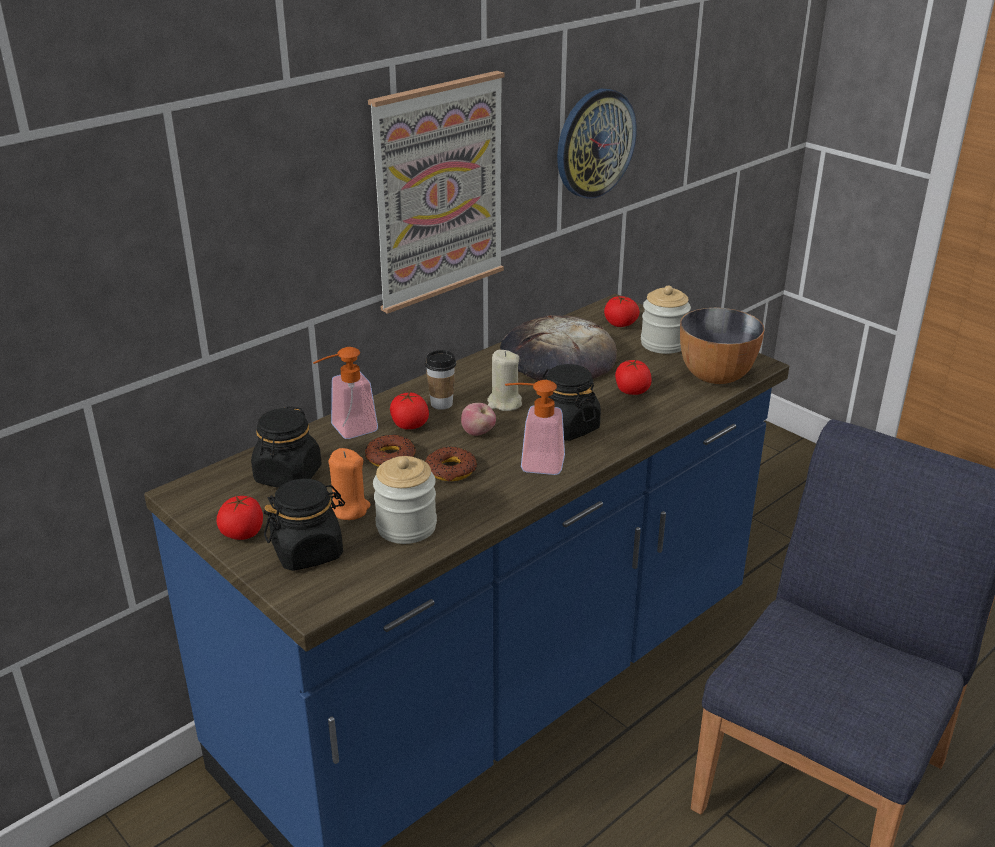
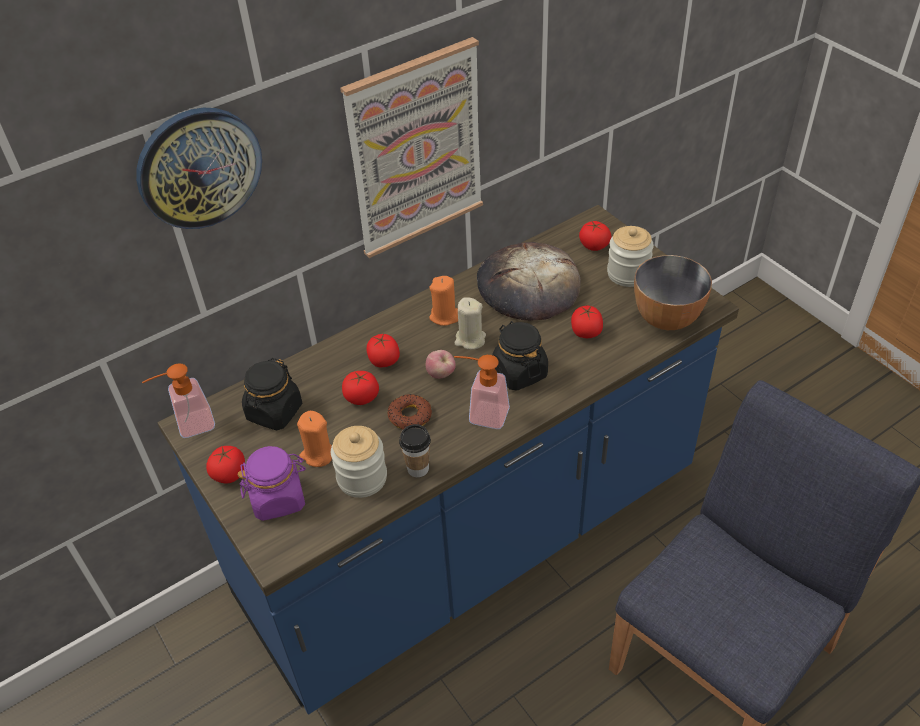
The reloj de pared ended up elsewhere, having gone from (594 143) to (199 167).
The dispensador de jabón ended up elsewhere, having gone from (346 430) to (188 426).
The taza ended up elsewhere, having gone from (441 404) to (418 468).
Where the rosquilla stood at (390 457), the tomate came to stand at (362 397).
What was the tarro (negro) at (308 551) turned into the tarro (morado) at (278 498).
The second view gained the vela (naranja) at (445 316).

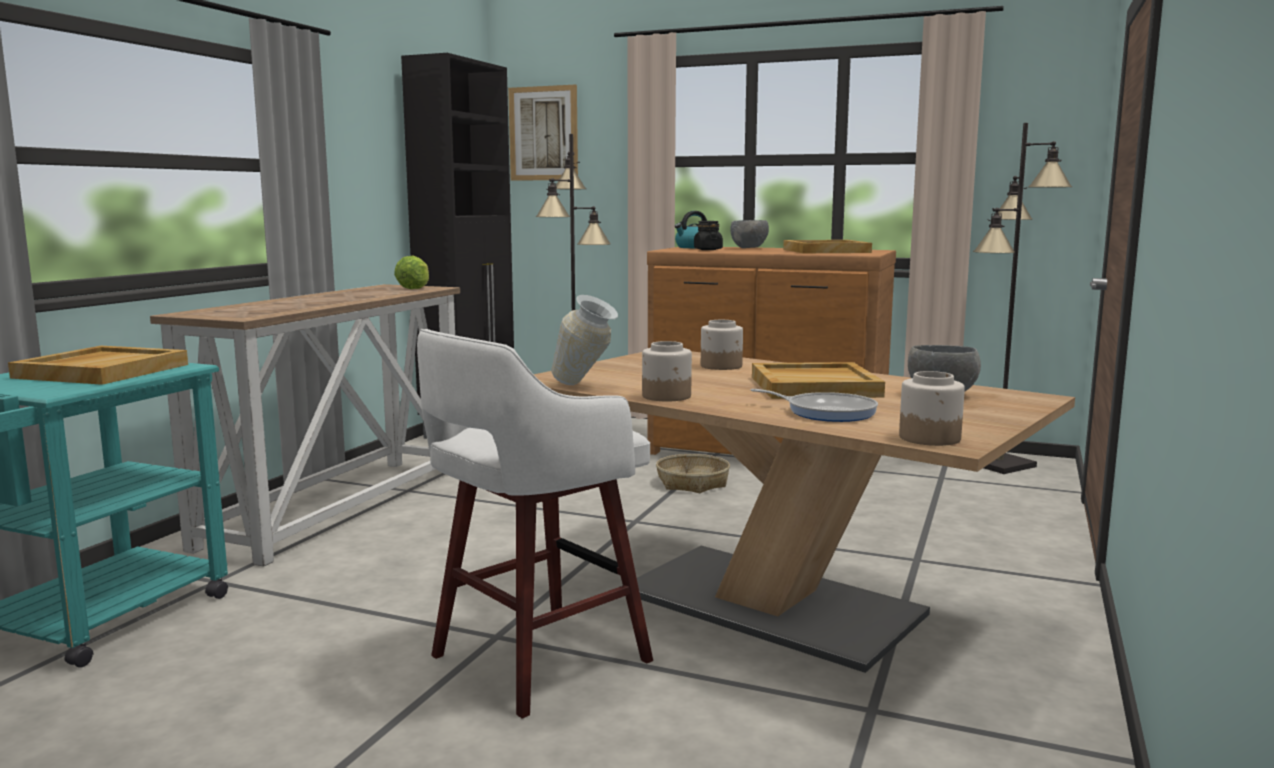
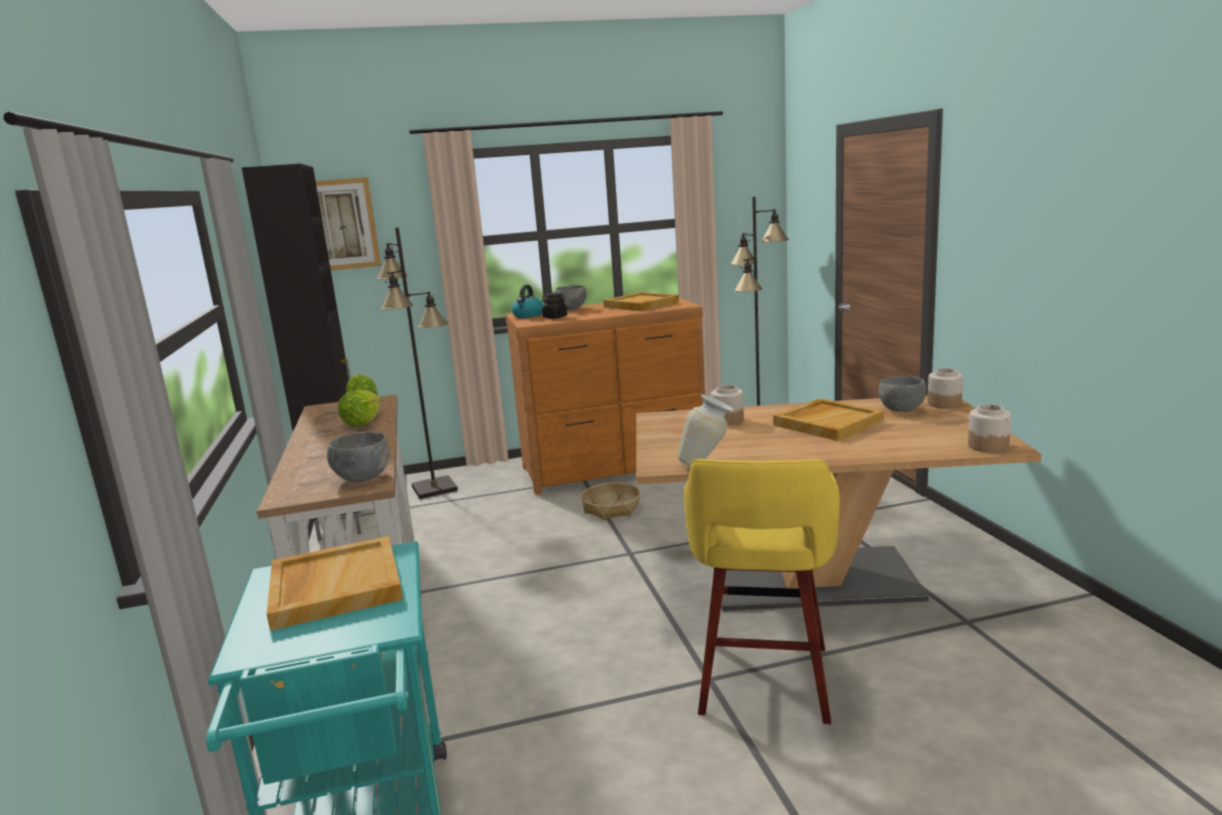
What was the taburete (blanco) at (534 660) turned into the taburete (amarillo) at (764 683).
The tarro ended up elsewhere, having gone from (667 396) to (944 404).
The second view lost the sartén at (826 412).
The second view gained the lechuga at (363 422).
The second view gained the cuenco (gris) at (362 478).

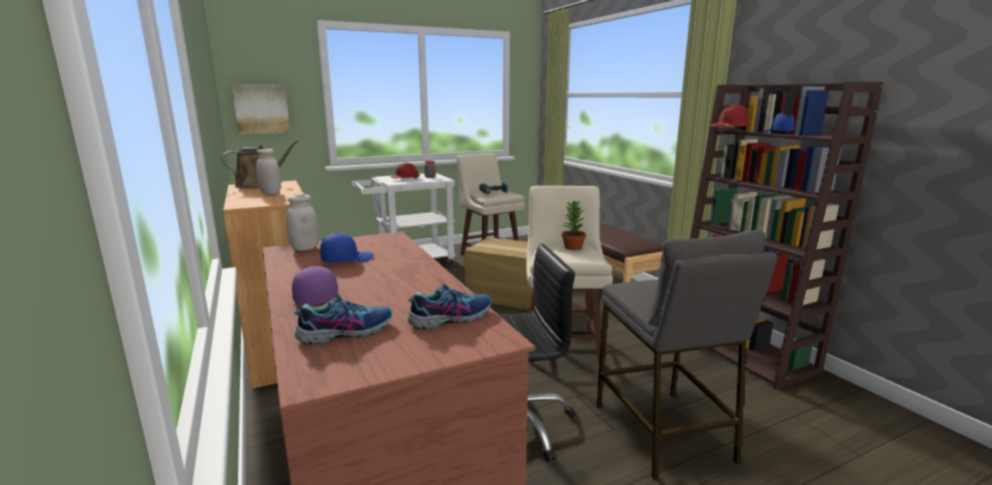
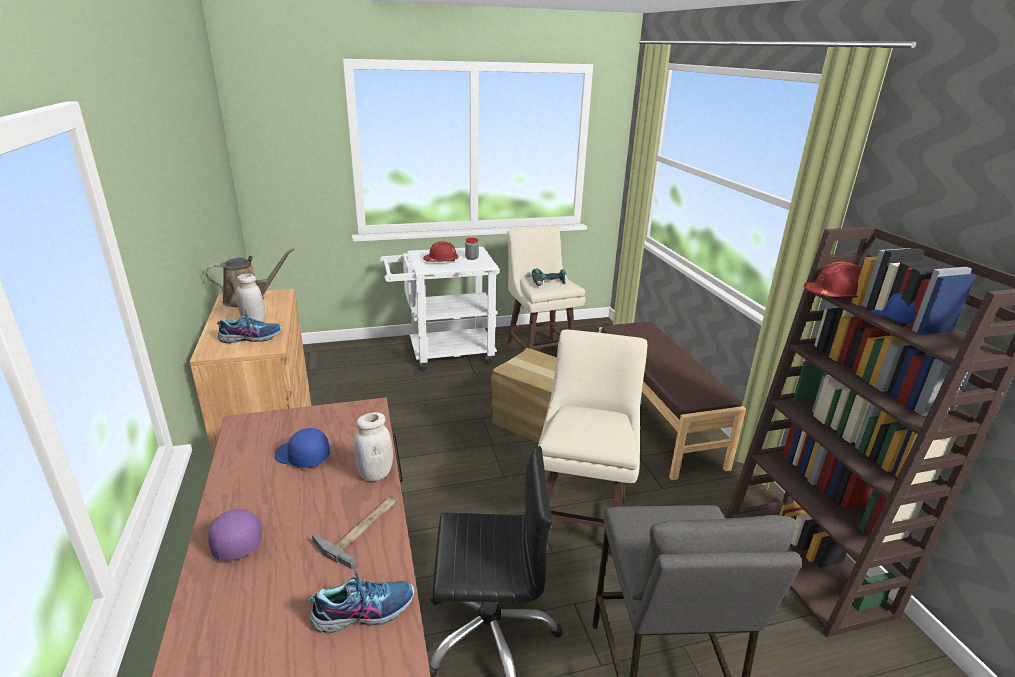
The second view lost the cuadro at (261 109).
The tarro (blanco) ended up elsewhere, having gone from (305 248) to (375 474).
The second view lost the planta en maceta at (572 247).
The gorra (azul) at (347 259) ended up facing another way, 135 degrees counterclockwise from before.
The zapato ended up elsewhere, having gone from (346 331) to (251 337).
The second view gained the martillo at (362 528).

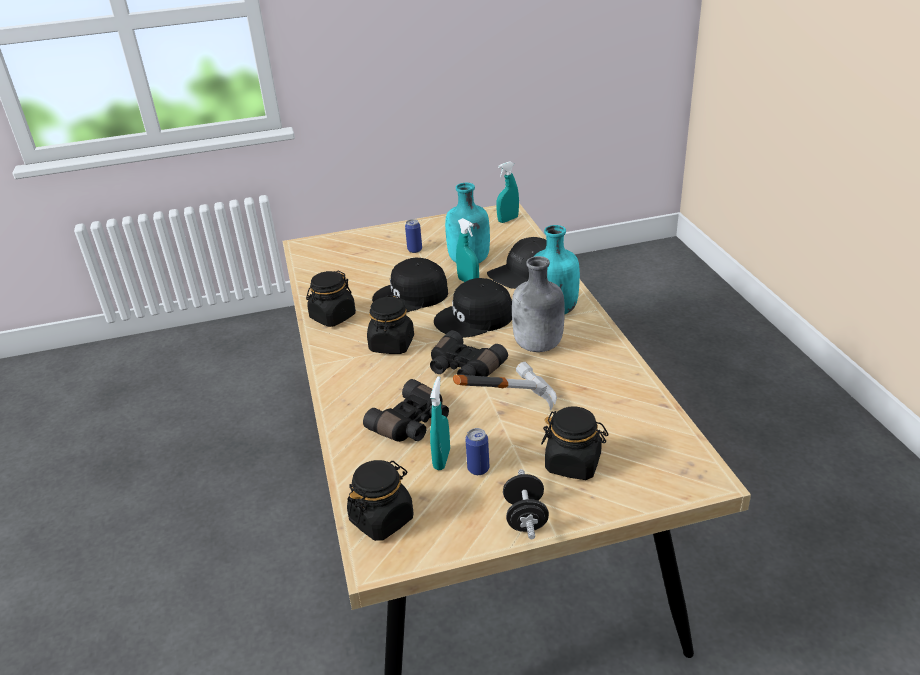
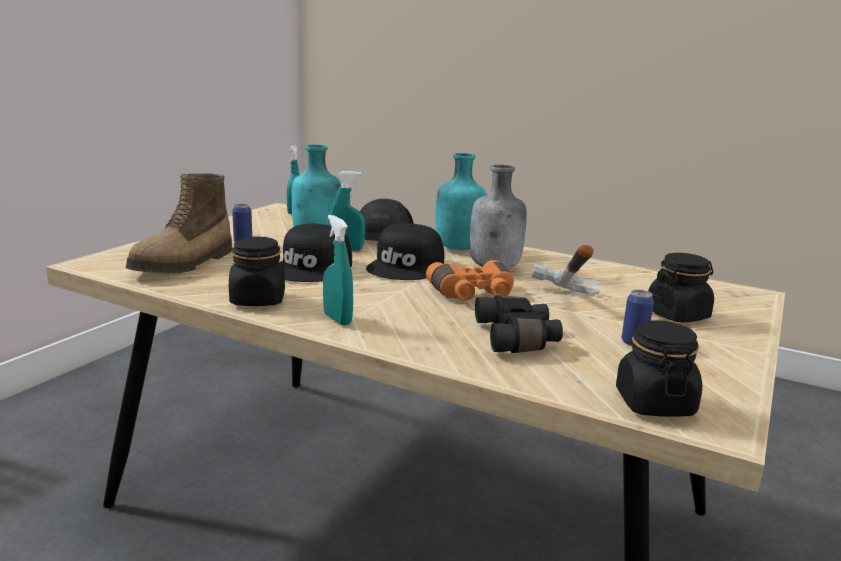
The second view lost the tarro (negro) at (392 345).
What was the prismáticos (negro) at (464 368) turned into the prismáticos (naranja) at (473 294).
The pulverizador (turquesa) ended up elsewhere, having gone from (442 459) to (337 319).
The second view lost the mancuerna (negro) at (525 517).
The second view gained the bota at (185 264).

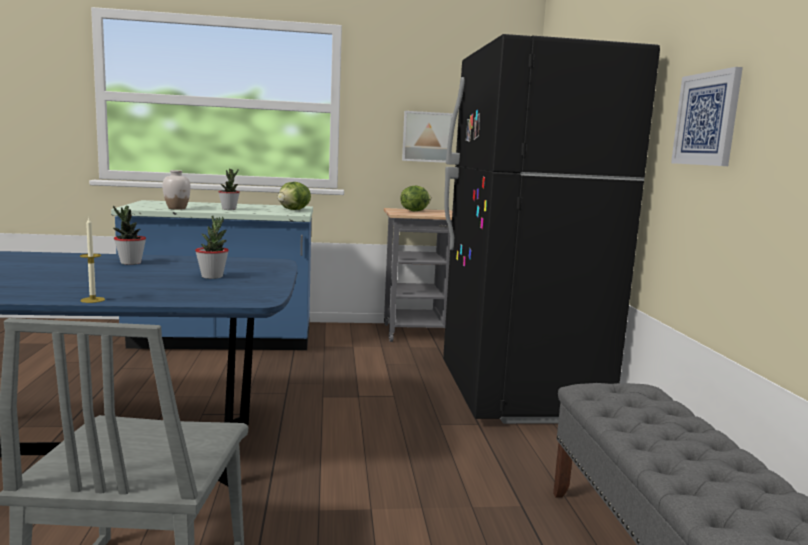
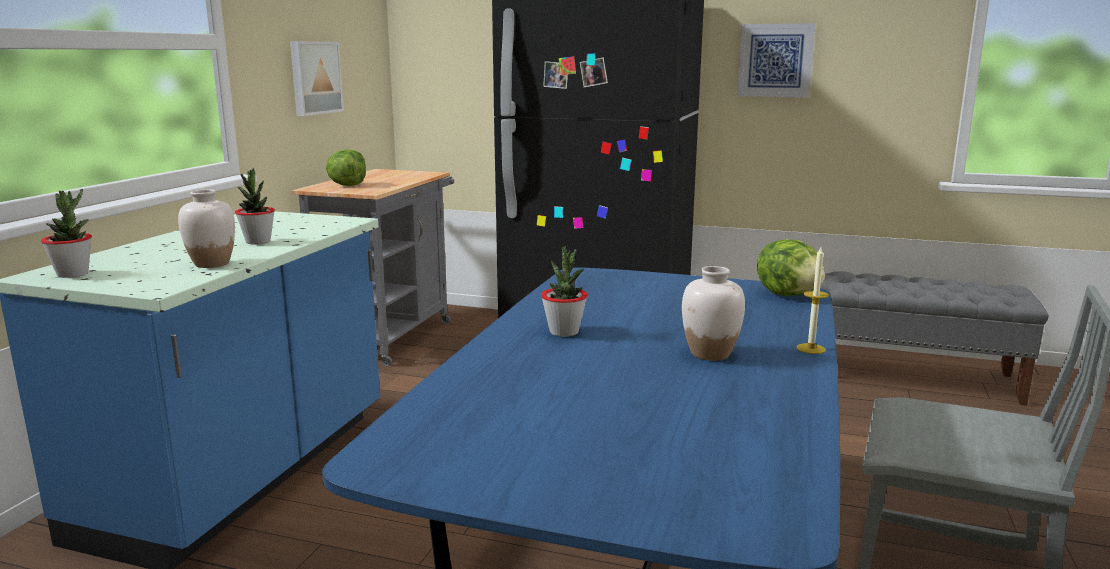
The lechuga ended up elsewhere, having gone from (294 210) to (789 294).
The planta en maceta ended up elsewhere, having gone from (212 276) to (73 274).
The second view gained the florero (blanco) at (710 354).

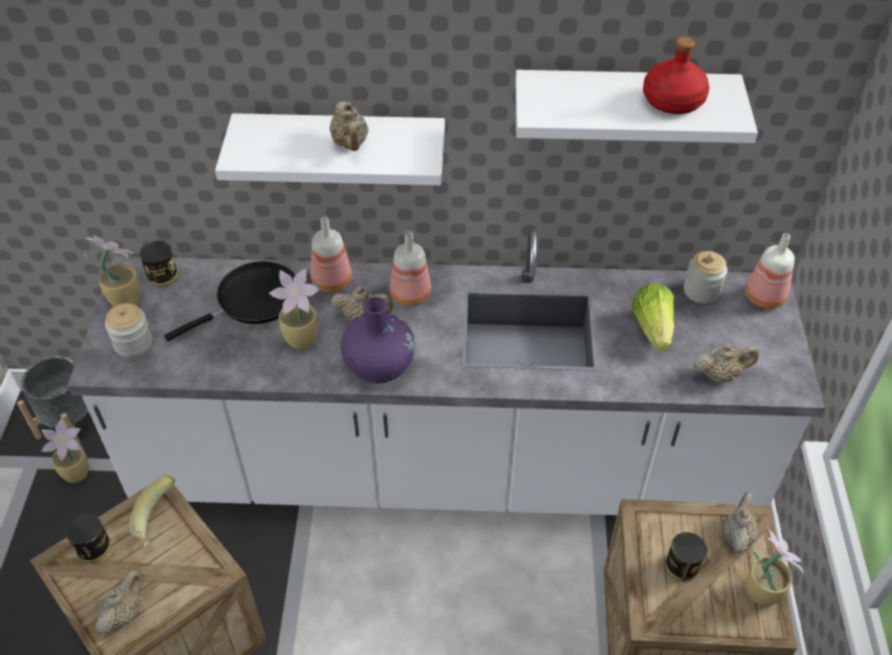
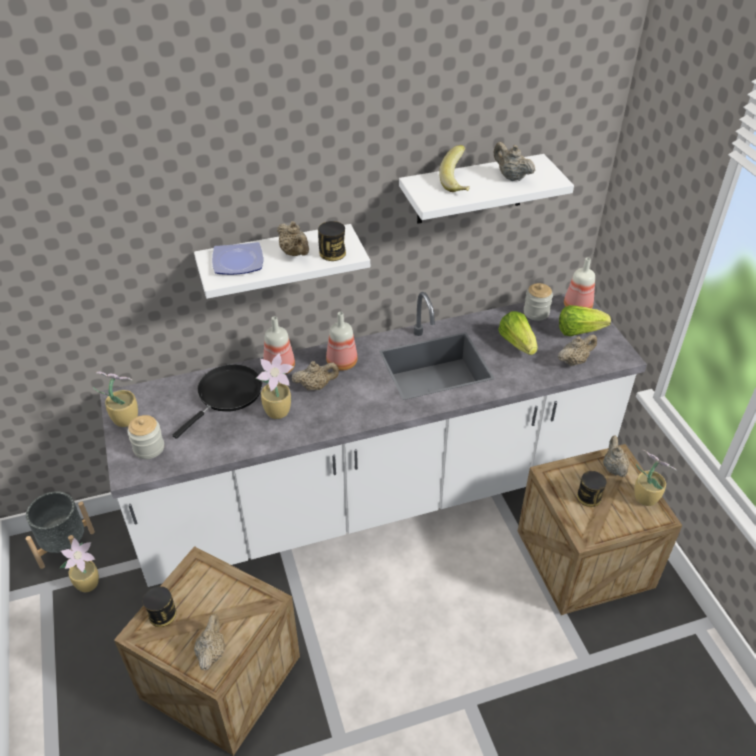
Where the botella (rojo) stood at (672 101), the tetera (beis) came to stand at (511 177).
The lata ended up elsewhere, having gone from (162 275) to (332 253).
The second view lost the florero (morado) at (379 367).
The plátano ended up elsewhere, having gone from (158 521) to (458 183).
The second view gained the plato at (237 261).
The second view gained the lechuga at (579 331).

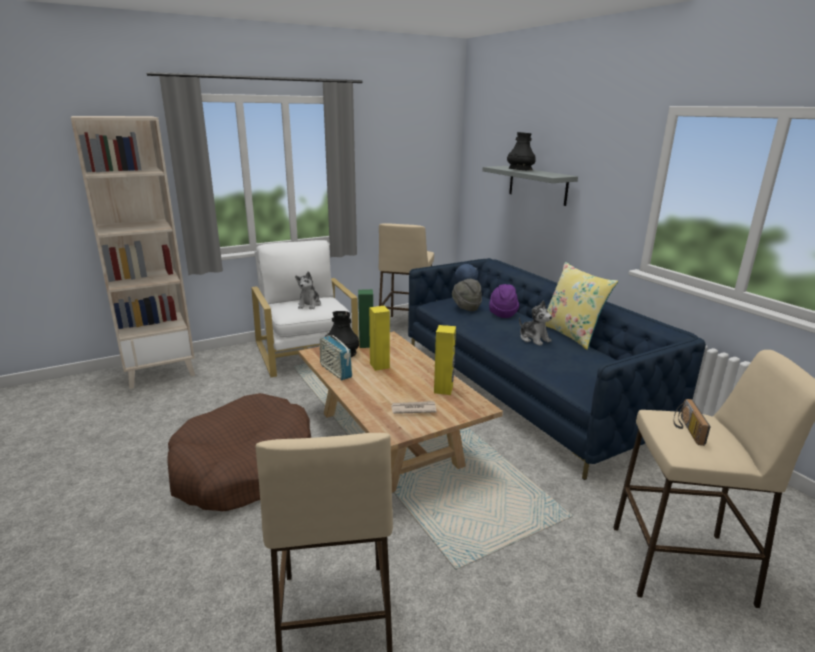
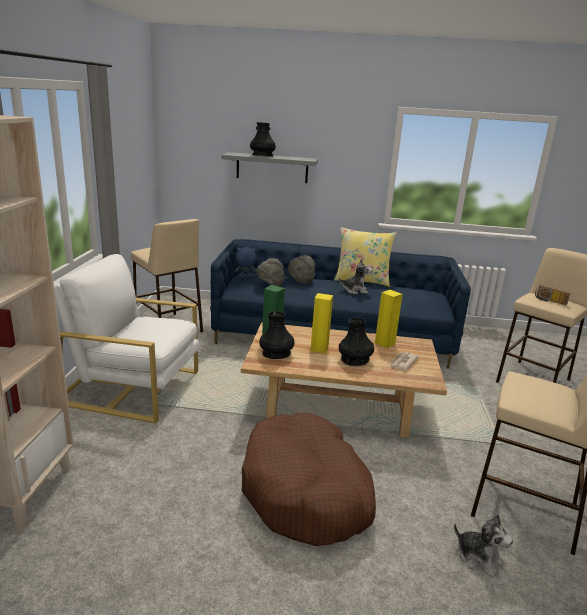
The peluche ended up elsewhere, having gone from (309 305) to (478 558).
What was the sombrero (morado) at (502 313) turned into the sombrero (gris) at (300 281).
The second view lost the radio at (335 371).
The second view gained the florero (negro) at (355 359).

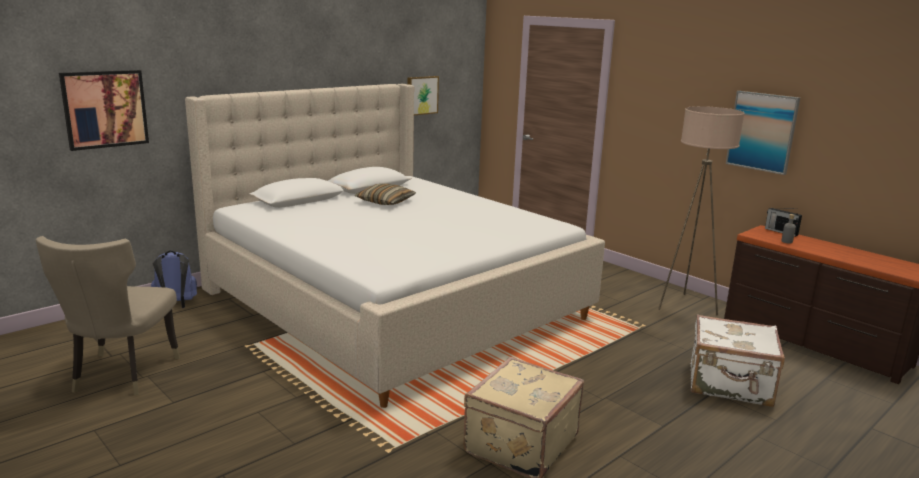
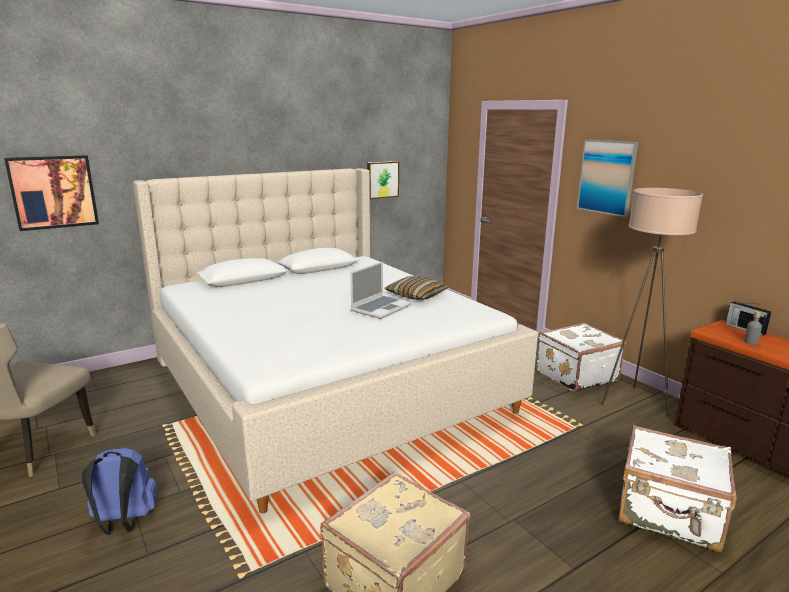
The cuadro ended up elsewhere, having gone from (762 131) to (607 177).
The cojín ended up elsewhere, having gone from (385 202) to (416 295).
The mochila (azul) ended up elsewhere, having gone from (175 305) to (124 523).
The second view gained the portátil at (380 308).
The second view gained the maleta (blanco) at (575 375).

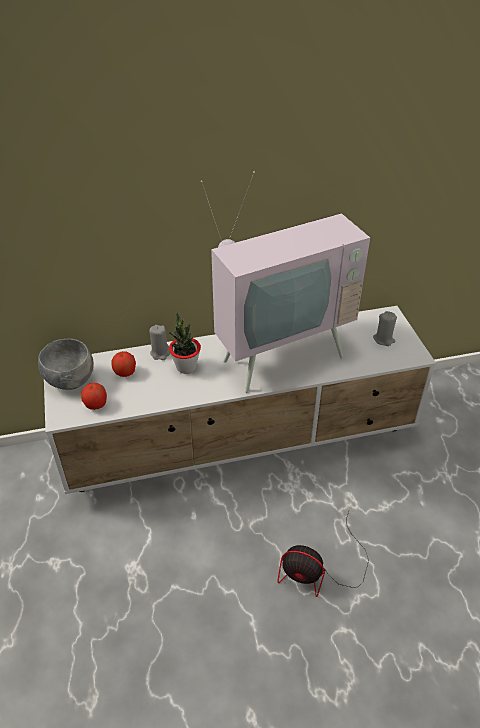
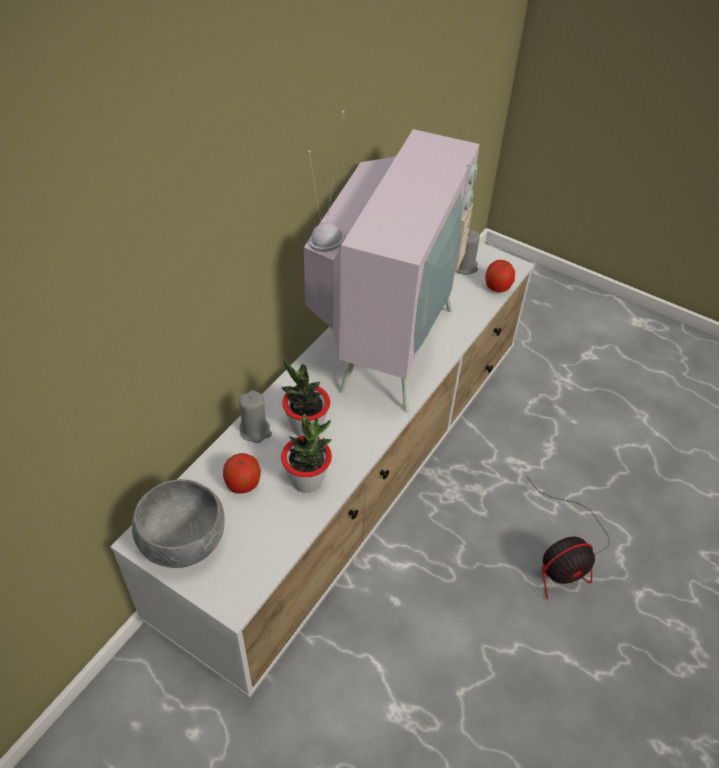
The manzana ended up elsewhere, having gone from (96 405) to (497 287).
The second view gained the planta en maceta at (307 480).

